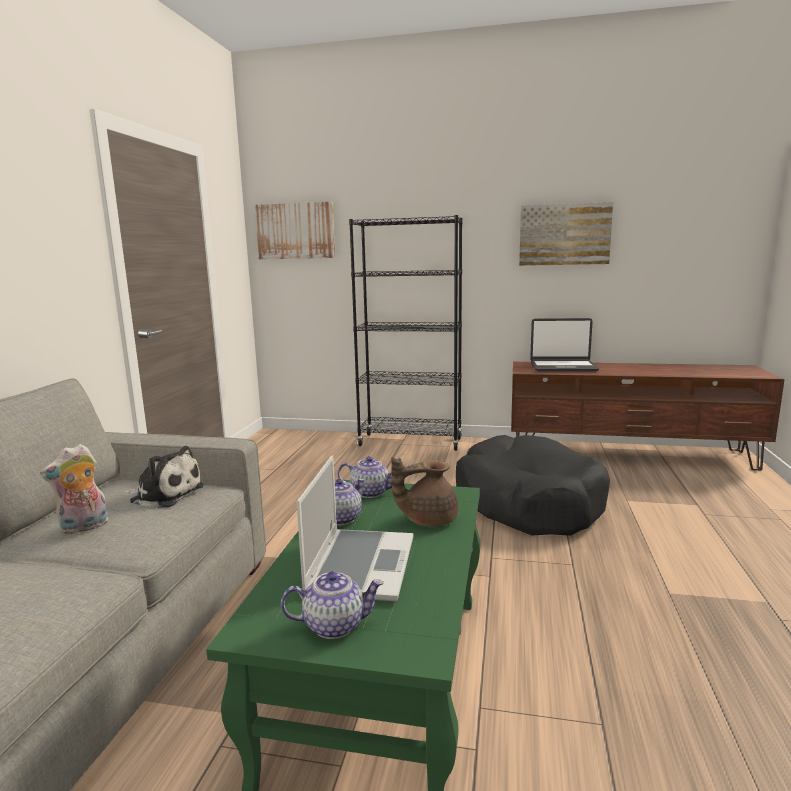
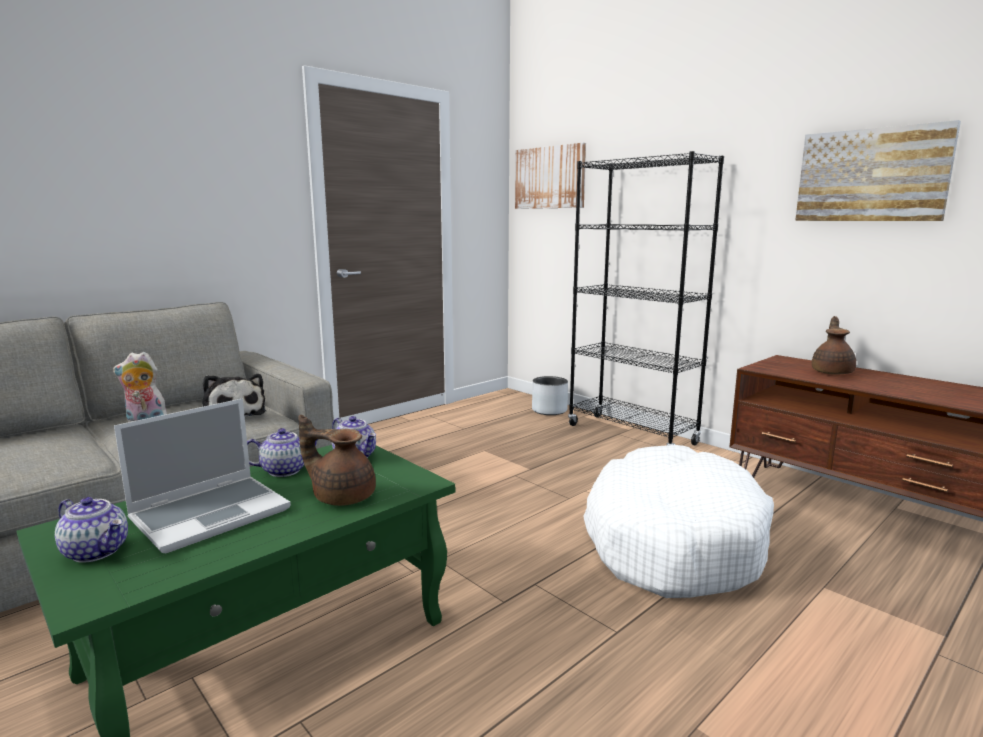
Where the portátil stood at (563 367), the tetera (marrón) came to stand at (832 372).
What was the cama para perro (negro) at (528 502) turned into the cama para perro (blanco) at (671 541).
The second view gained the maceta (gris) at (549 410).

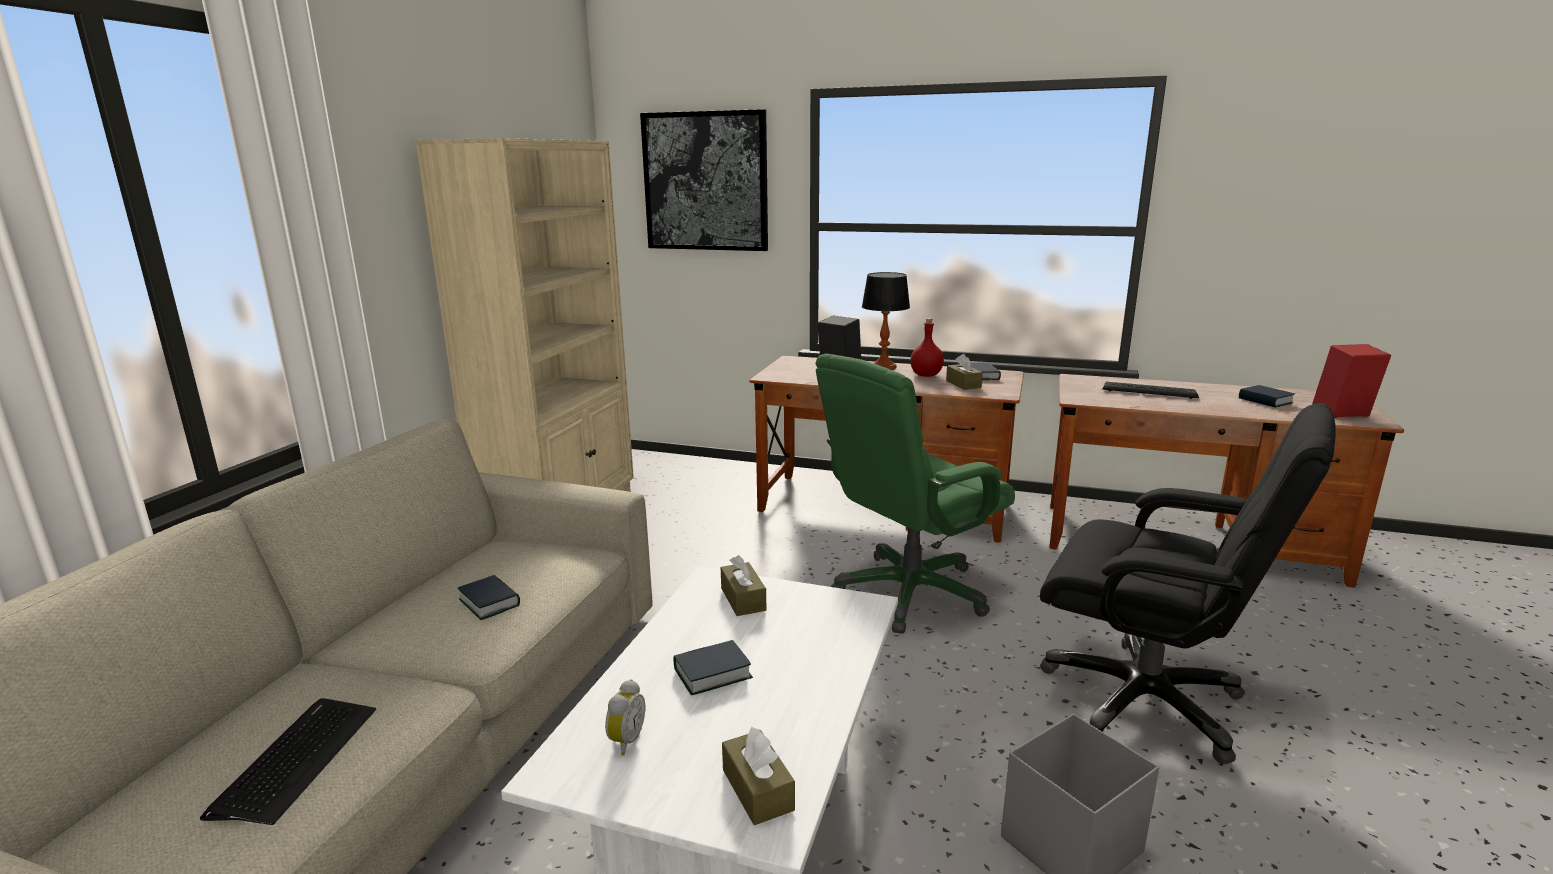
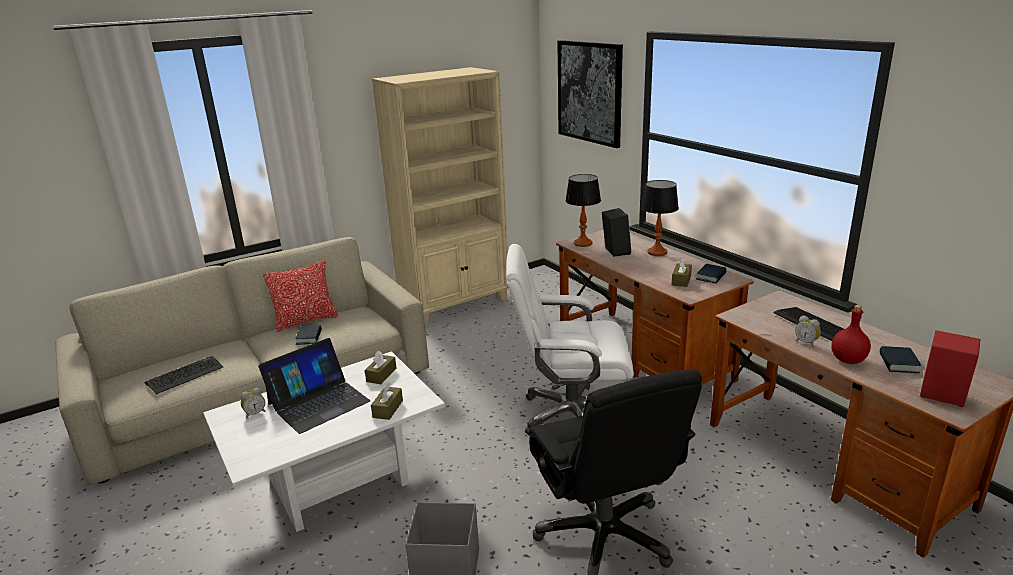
The botella (rojo) ended up elsewhere, having gone from (925 375) to (847 360).
What was the silla de oficina (verde) at (909 593) turned into the silla de oficina (blanco) at (571 415).
Where the libro stood at (712 673), the portátil came to stand at (318 402).
The caja de pañuelos (marrón) ended up elsewhere, having gone from (757 790) to (388 409).
The second view gained the lámpara de mesa at (583 243).
The second view gained the cojín at (306 321).
The second view gained the despertador at (806 343).

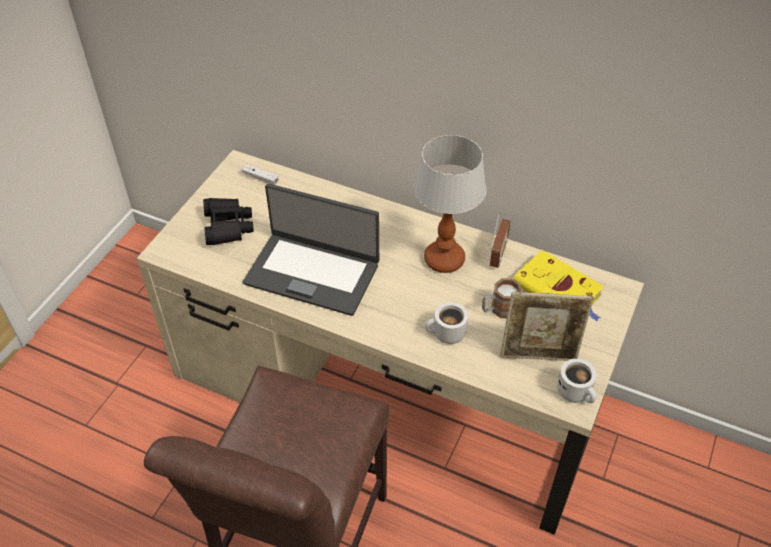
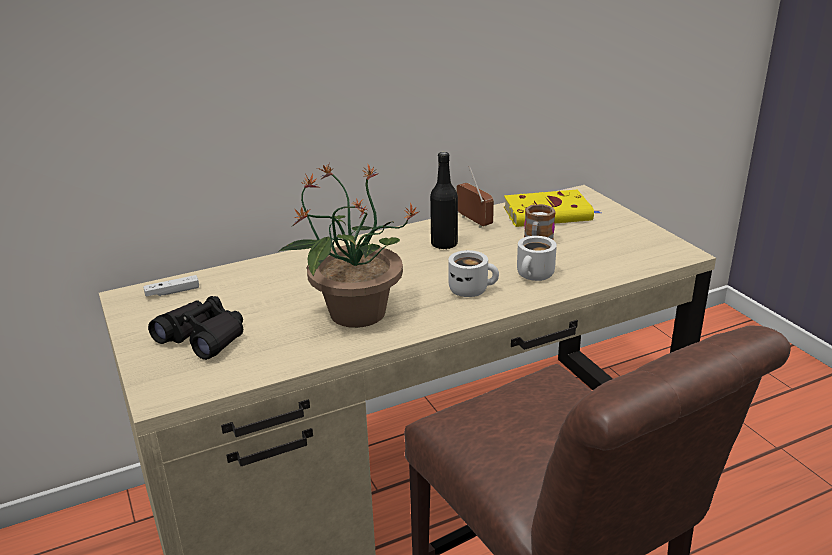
Where the lámpara de mesa stood at (444 260), the botella (negro) came to stand at (444 244).
Where the portátil stood at (312 272), the planta en maceta came to stand at (355 313).
The second view lost the portarretratos at (539 355).
The taza grande (blanco) ended up elsewhere, having gone from (576 392) to (471 289).

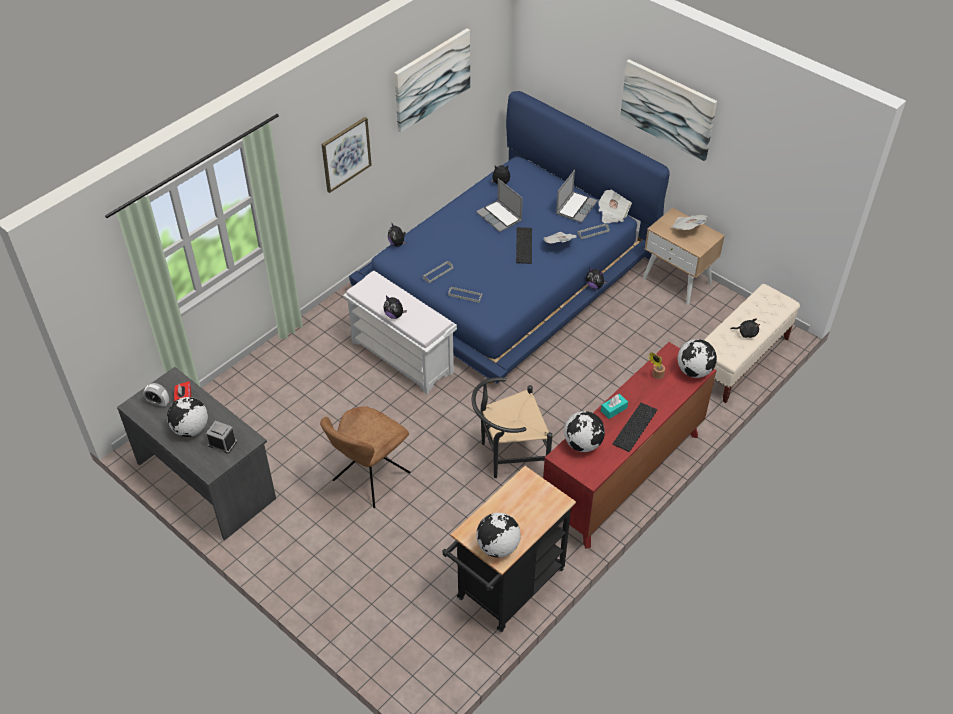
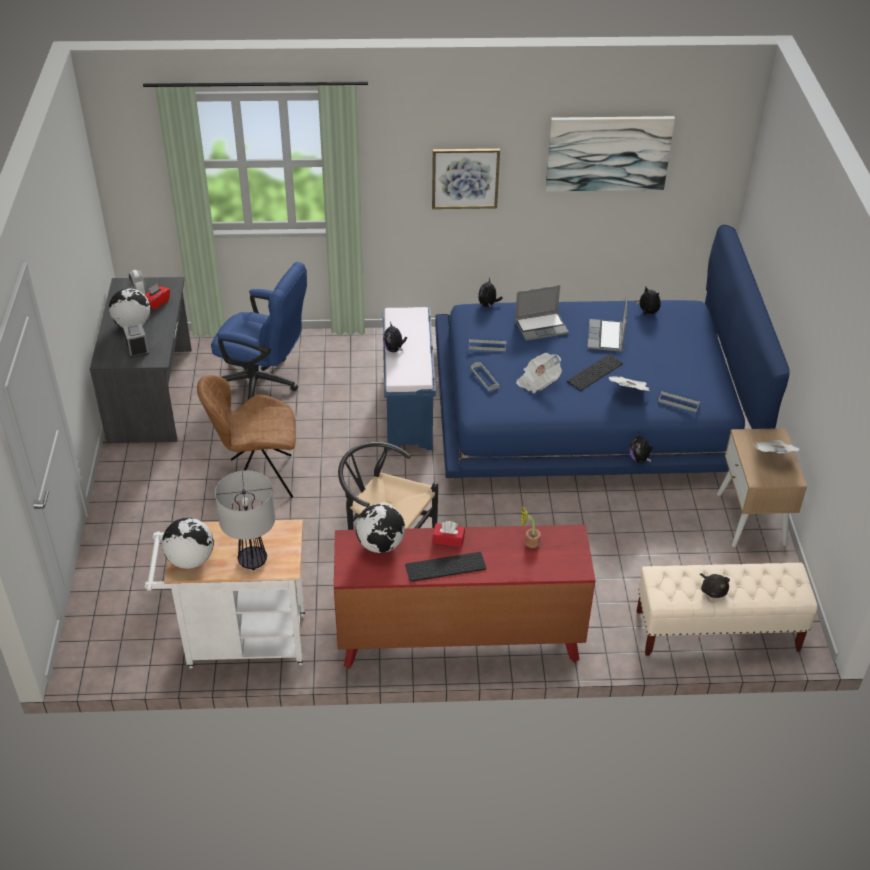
The second view lost the cuadro at (667 109).
The portátil ended up elsewhere, having gone from (576 207) to (541 326).
The periódico ended up elsewhere, having gone from (613 213) to (538 381).
What was the banco (blanco) at (403 357) turned into the banco (azul) at (409 410).
The second view lost the globo terráqueo at (694 371).
What was the caja de pañuelos (turquesa) at (613 409) turned into the caja de pañuelos (rojo) at (448 539).
What was the carrito (negro) at (506 589) turned into the carrito (blanco) at (239 641).
The second view gained the silla de oficina (azul) at (263 383).
The second view gained the lámpara de mesa at (253 560).

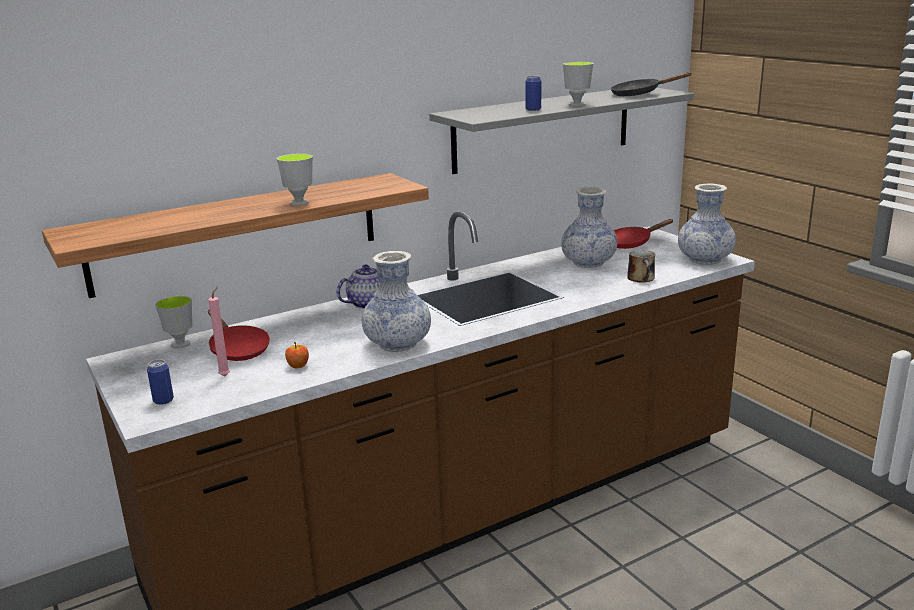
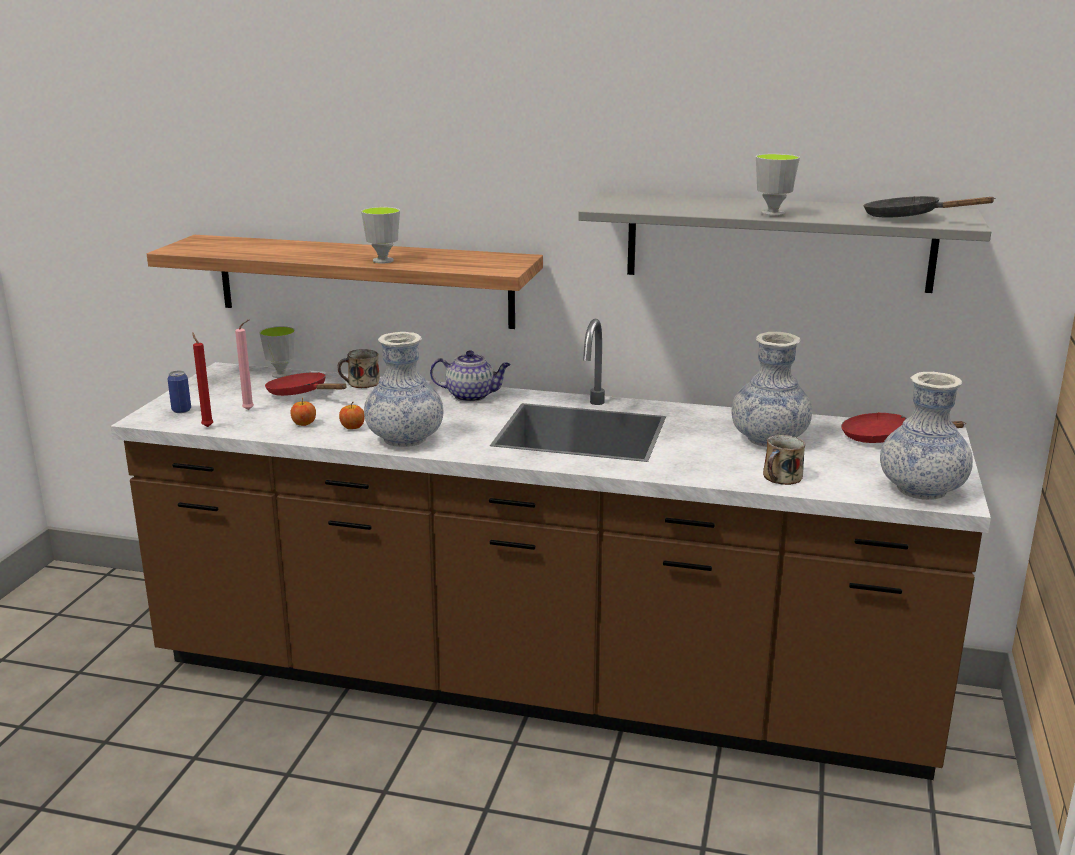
The second view lost the lata at (533 110).
The sartén (rojo) at (237 349) ended up facing another way, 120 degrees clockwise from before.
The second view gained the vela (rojo) at (207 426).
The second view gained the taza grande at (362 383).
The second view gained the manzana at (352 427).

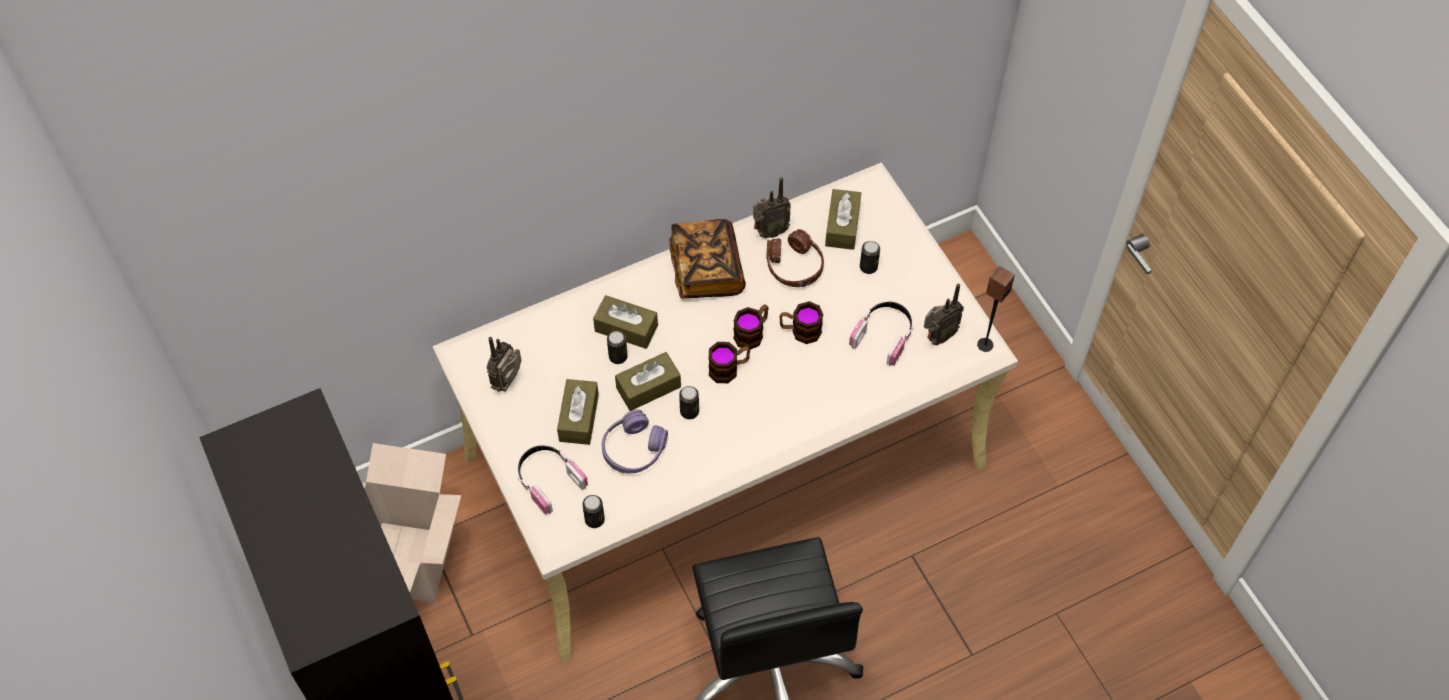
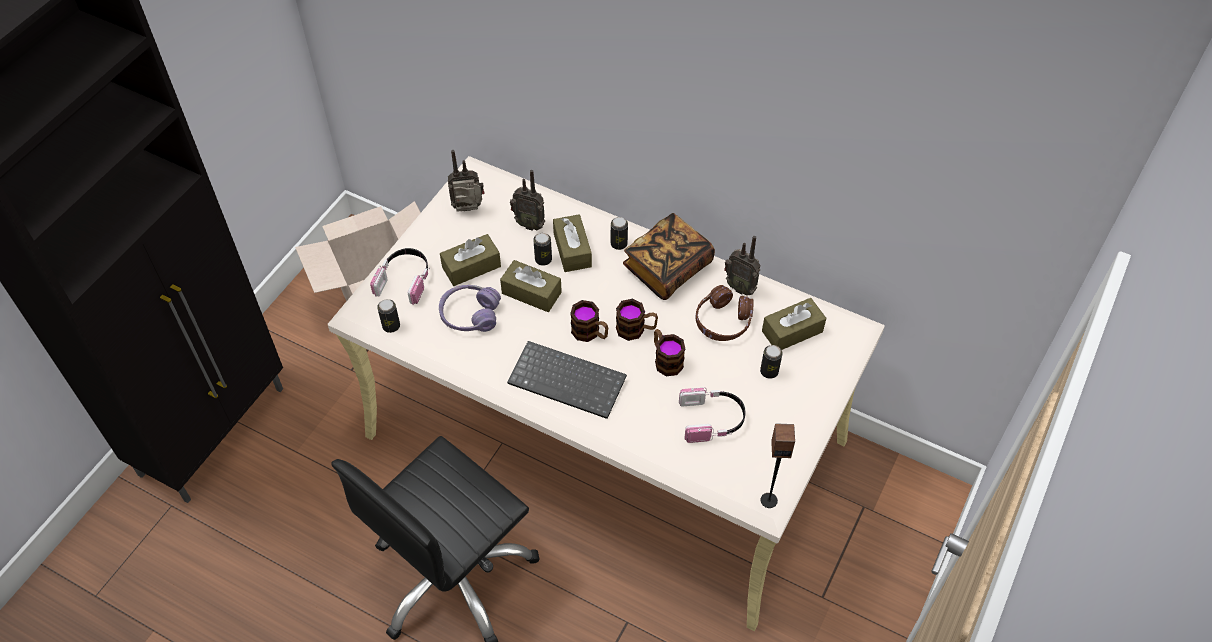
The radio ended up elsewhere, having gone from (938 337) to (530 224).
The lata ended up elsewhere, having gone from (689 411) to (619 244).
The second view gained the teclado at (569 380).

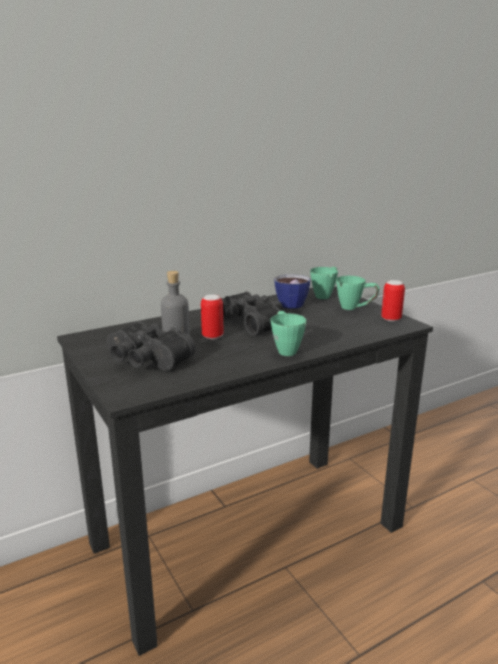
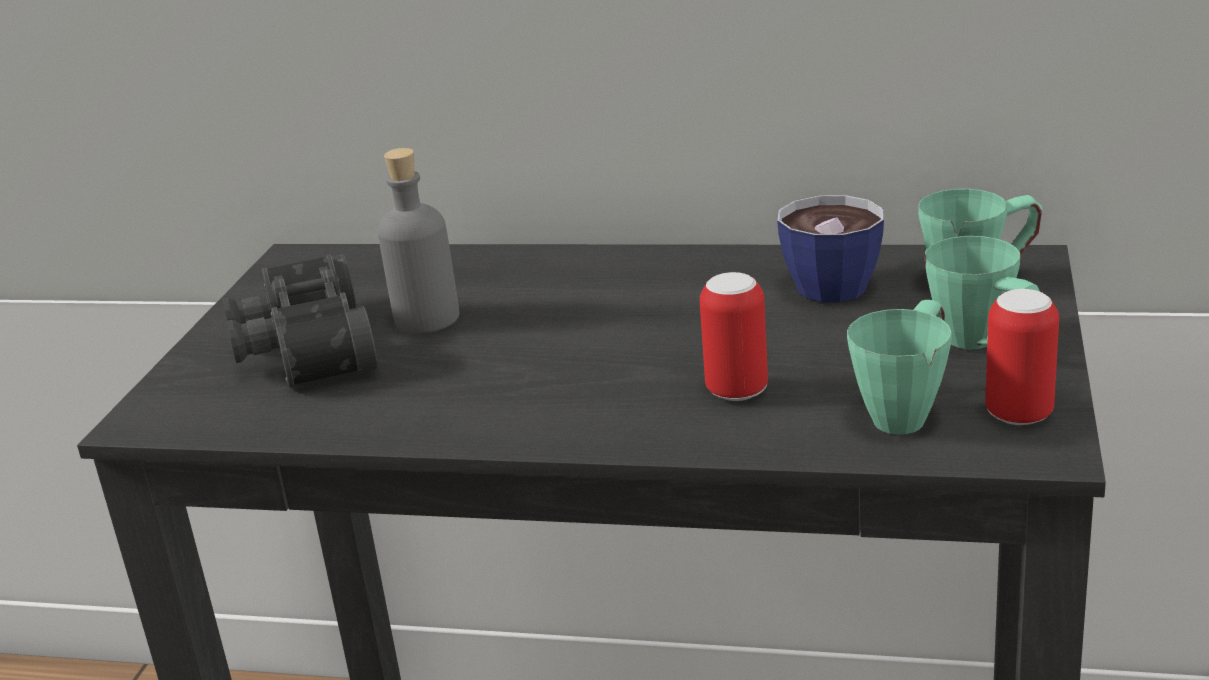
The second view lost the prismáticos (negro) at (253 322).
The lata ended up elsewhere, having gone from (212 336) to (737 390).
The taza grande (verde) ended up elsewhere, having gone from (285 349) to (907 410).

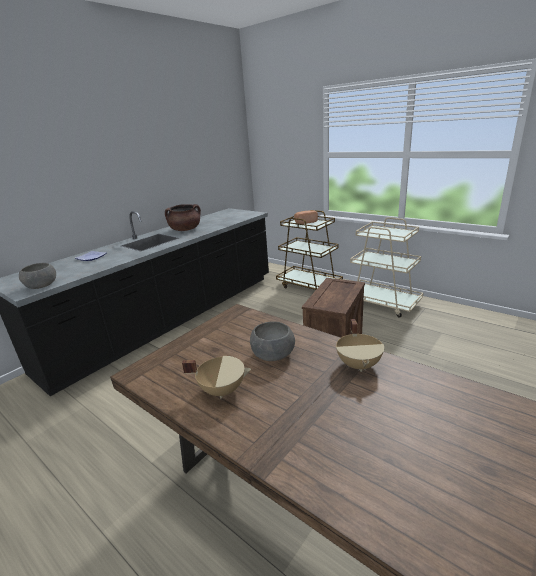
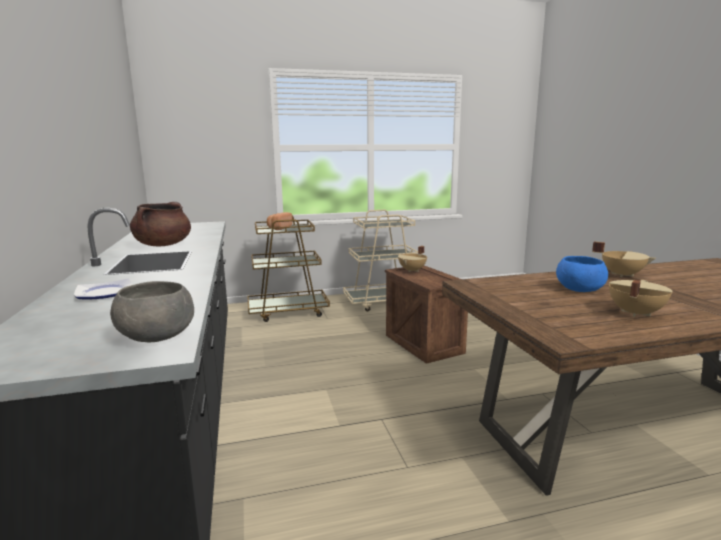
What was the cuenco (gris) at (272 354) turned into the cuenco (azul) at (579 289).
The second view gained the olla (beis) at (412 270).

